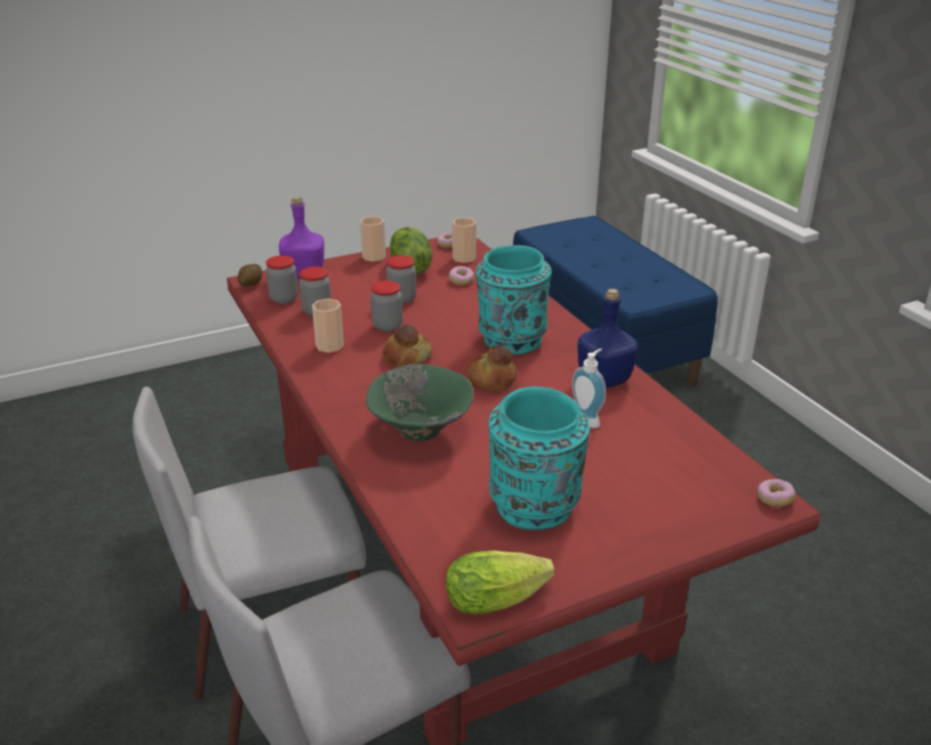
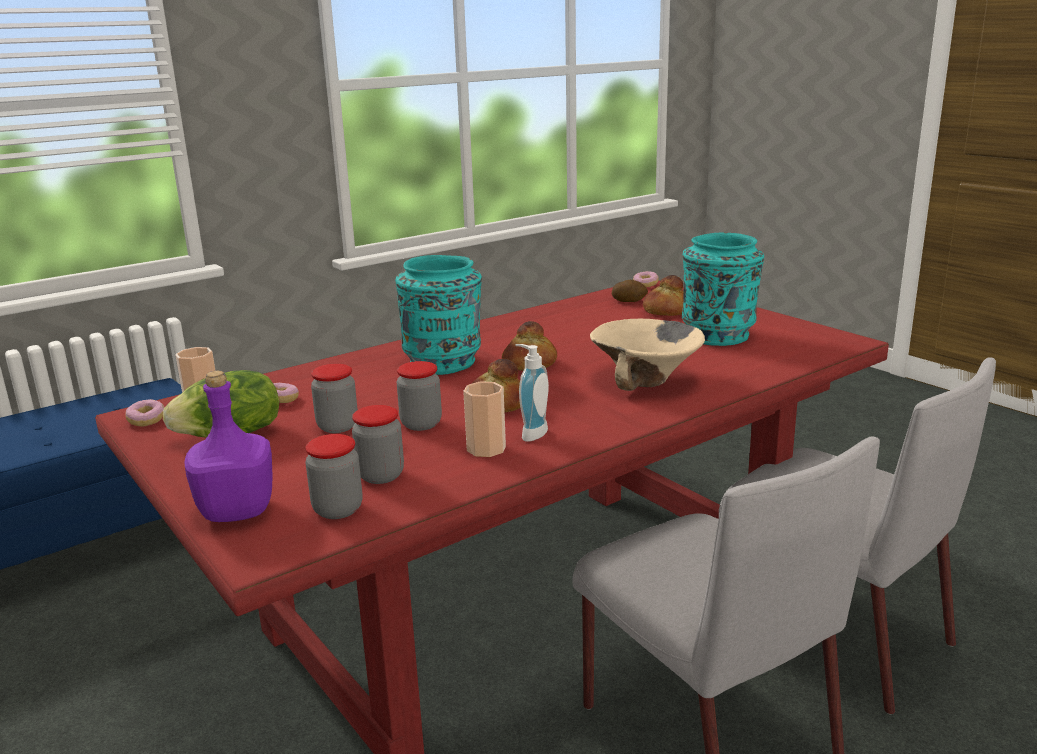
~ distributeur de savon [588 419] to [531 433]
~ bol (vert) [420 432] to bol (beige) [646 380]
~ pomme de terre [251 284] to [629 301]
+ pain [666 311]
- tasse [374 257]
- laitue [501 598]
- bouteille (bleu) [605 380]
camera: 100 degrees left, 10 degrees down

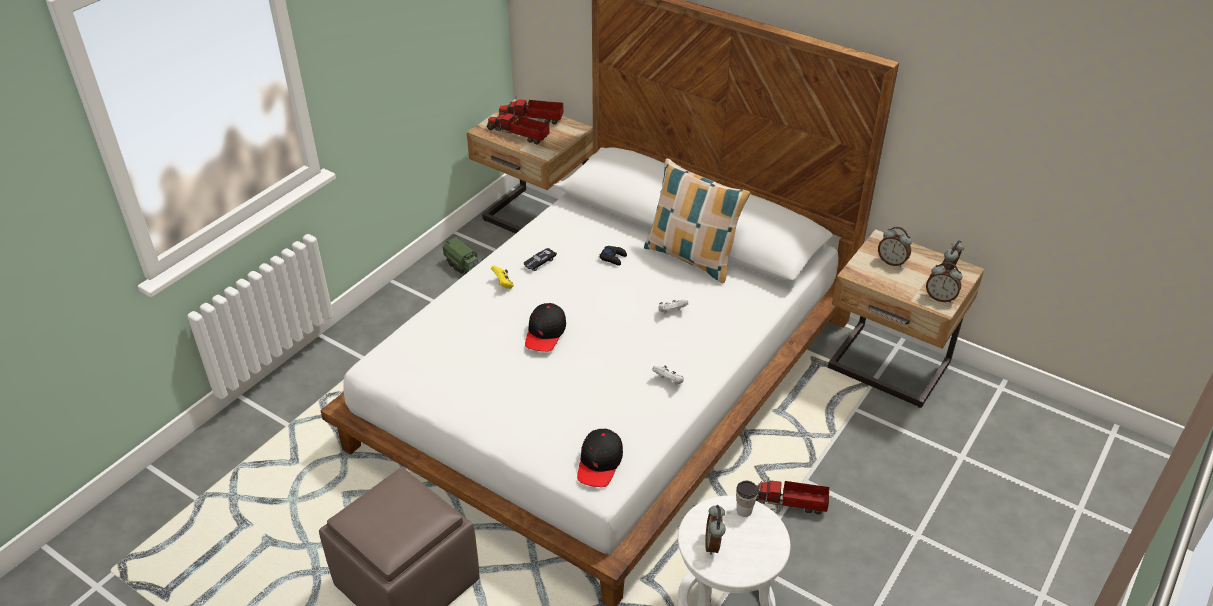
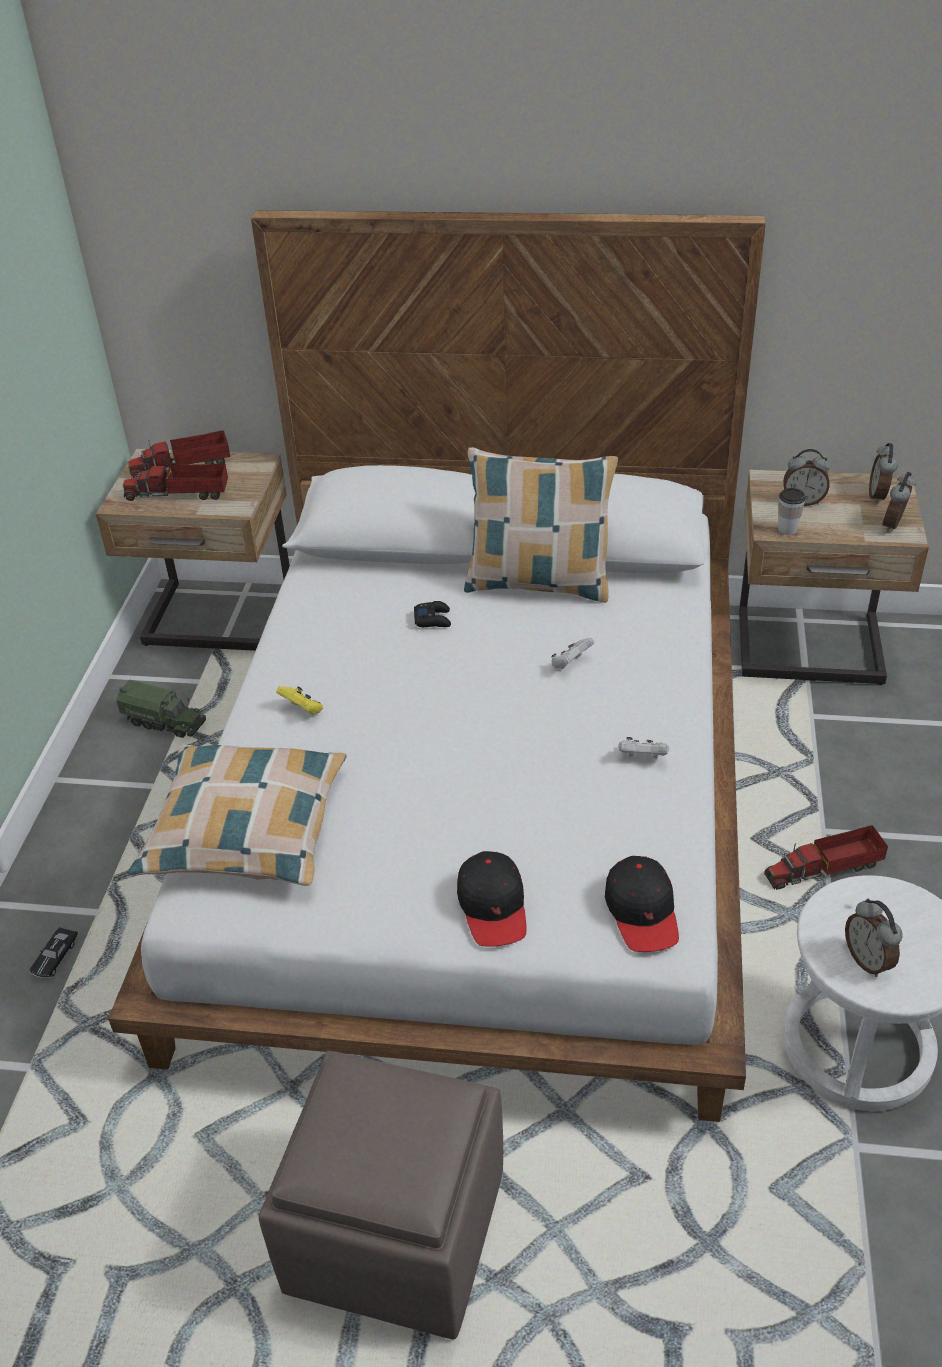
~ petite voiture (noir) [540 262] to [55 957]
+ coussin [246 829]
~ casquette (noir) [545 333] to [493 907]
~ tasse [744 511] to [787 530]
~ réveil [940 298] = [895 525] 120 degrees clockwise
camera: 25 degrees left, 0 degrees up

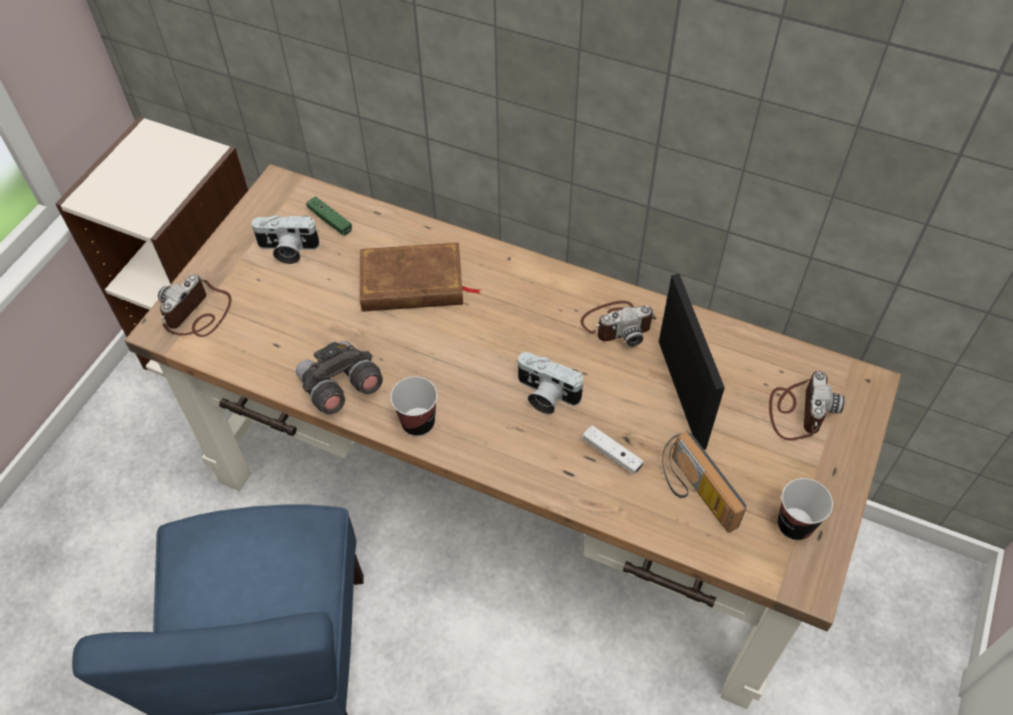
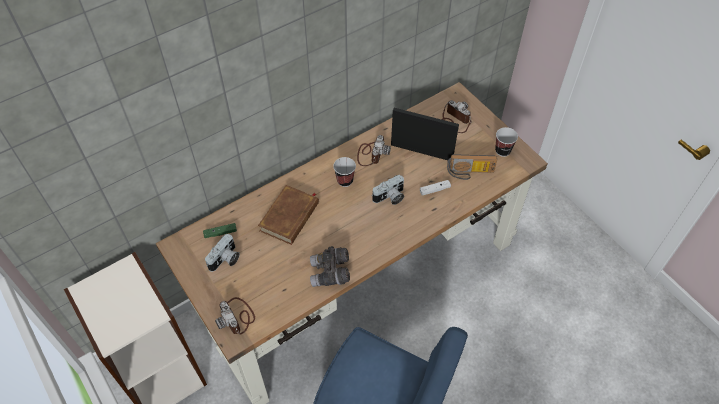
~ tasse [418 423] to [345 180]
camera: 60 degrees left, 0 degrees up

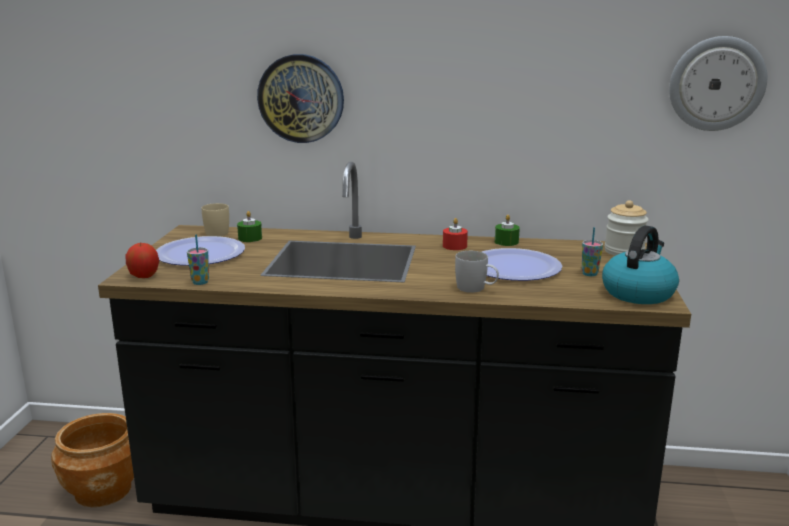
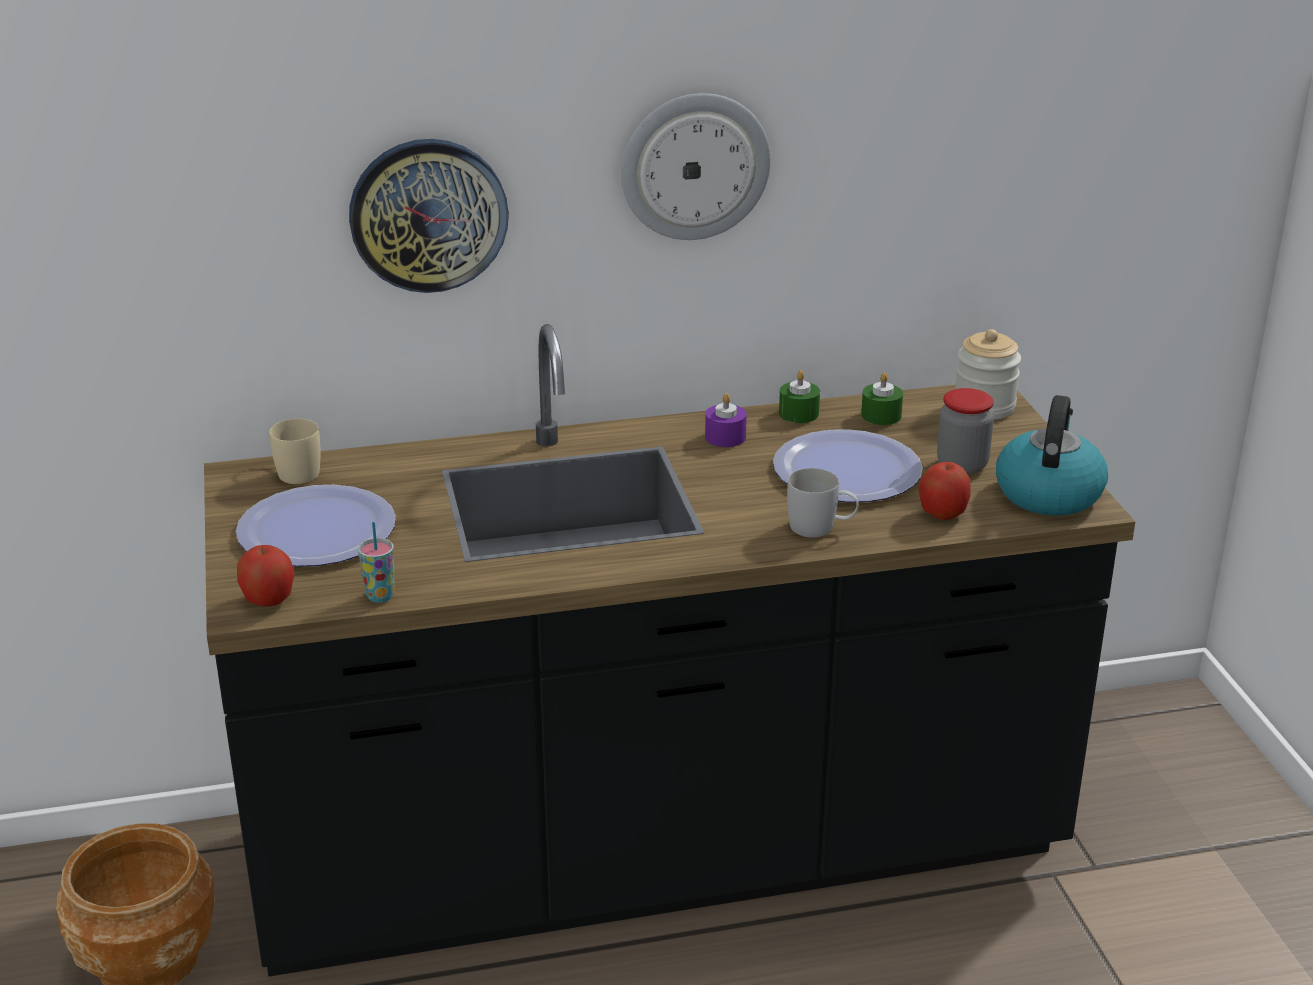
~ horloge murale [716 84] to [694 166]
~ bougie (rouge) [454 246] to bougie (violet) [725 437]
~ bougie (vert) [250 238] to [881 415]
+ pomme [943 513]
~ tasse [589 274] to bocal [962 465]
camera: 20 degrees left, 10 degrees up

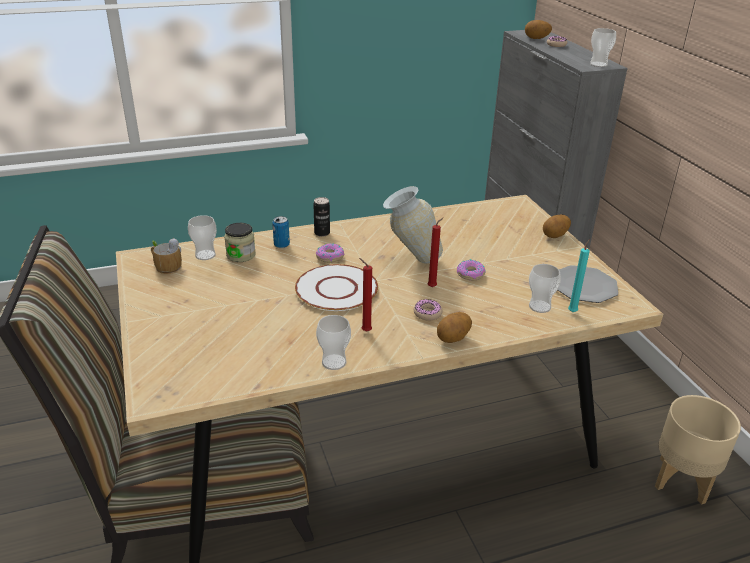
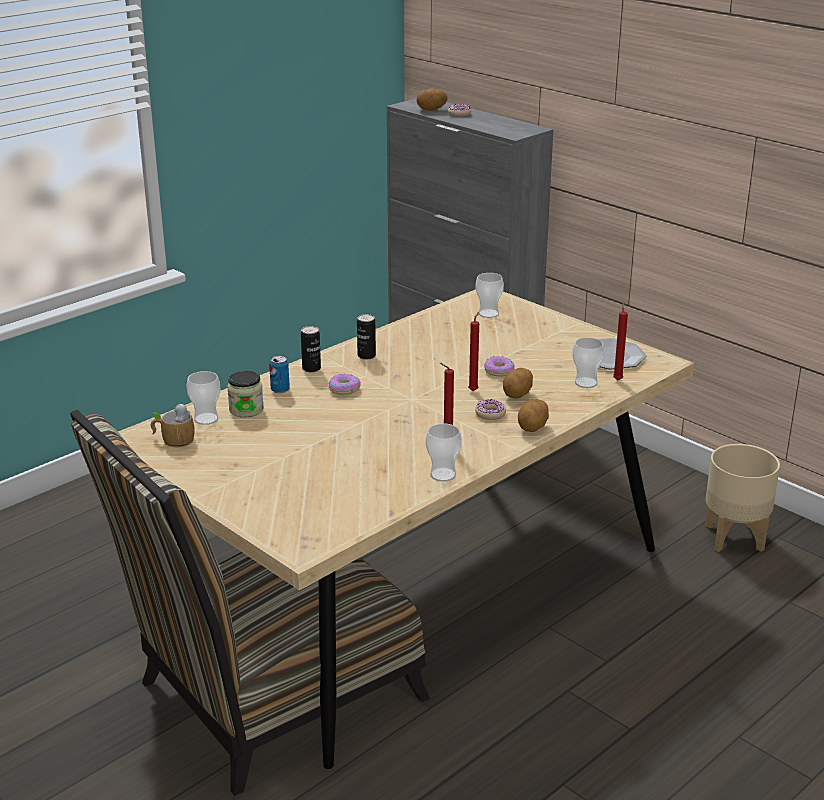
+ boîte métallique [366 356]
~ tasse [598 64] to [488 314]
~ pomme de terre [555 236] to [517 395]
~ bougie (turquoise) [573 311] to bougie (rouge) [617 379]
- assiette (blanc) [336 289]
- vase [410 259]
camera: 25 degrees left, 5 degrees down

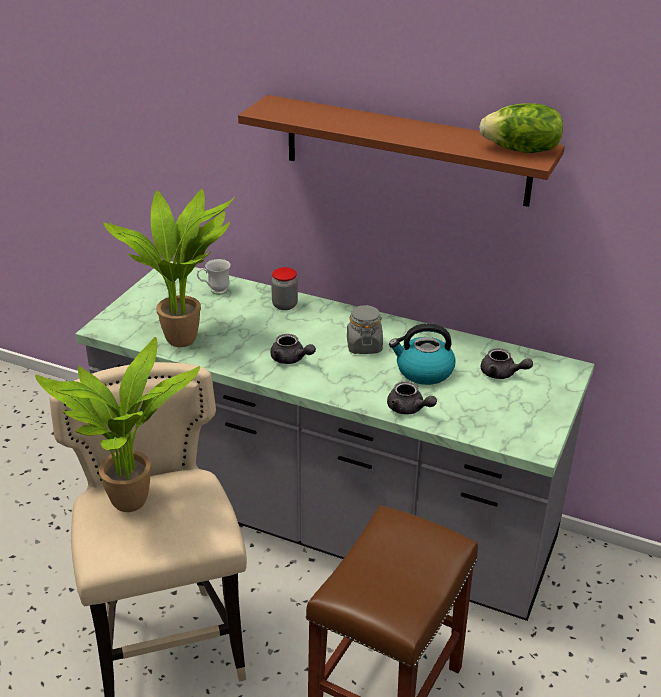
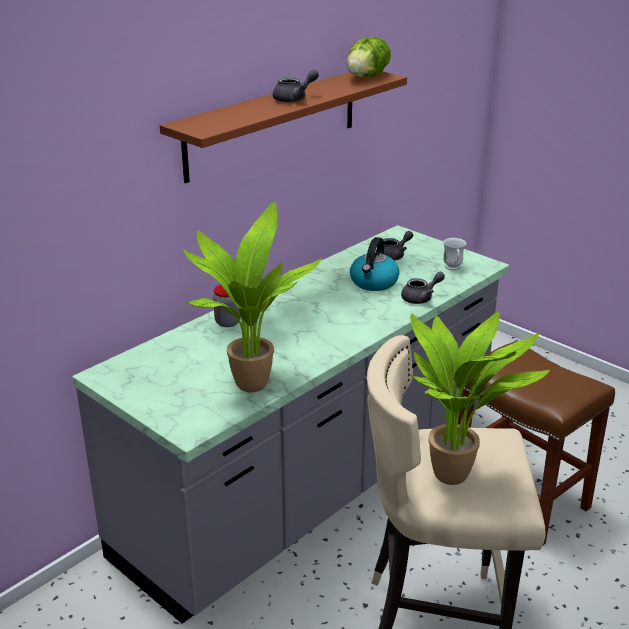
~ théière (gris) [291 359] to [294 99]
~ mug (blanc) [214 291] to [453 269]
- bocal (gris) [364 346]
camera: 70 degrees left, 5 degrees down

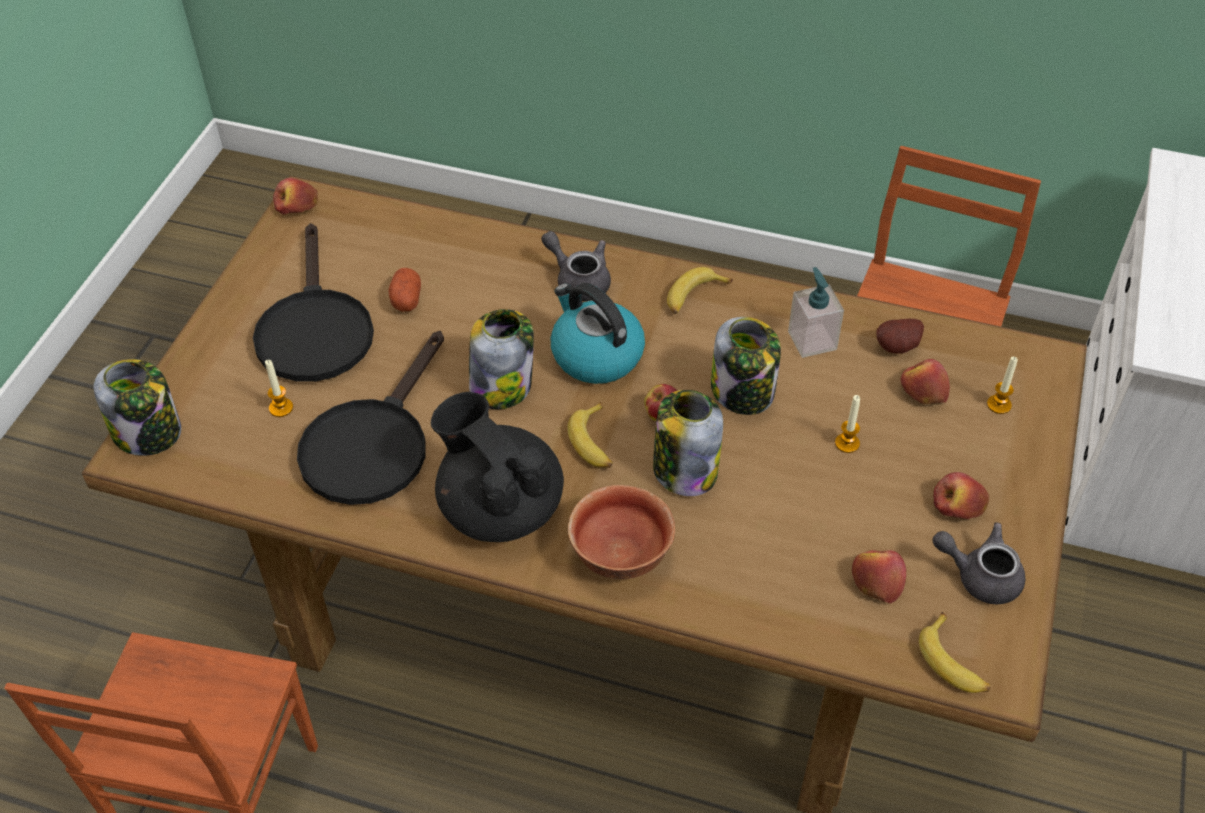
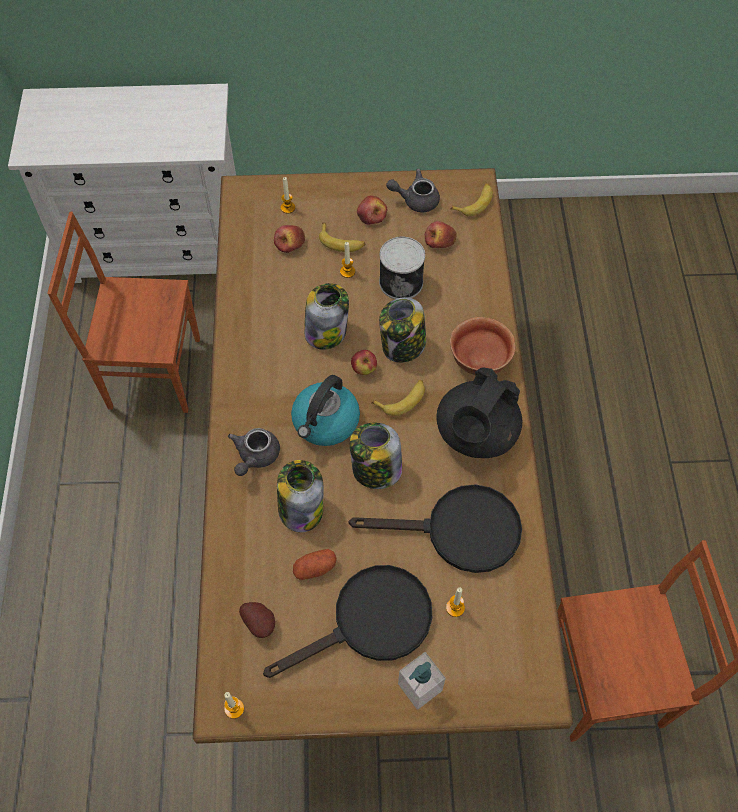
~ pomme [297 206] to bougie [234 708]
~ pomme de terre [899 348] to [260 623]
~ bocal [149 433] to [301 509]
~ banane [694 297] to [341 242]
+ boîte métallique [401 281]
~ théière (gris) [979 575] = [415 200] 90 degrees clockwise
~ distributeur de savon [812 340] to [419 687]
camera: 110 degrees left, 10 degrees up

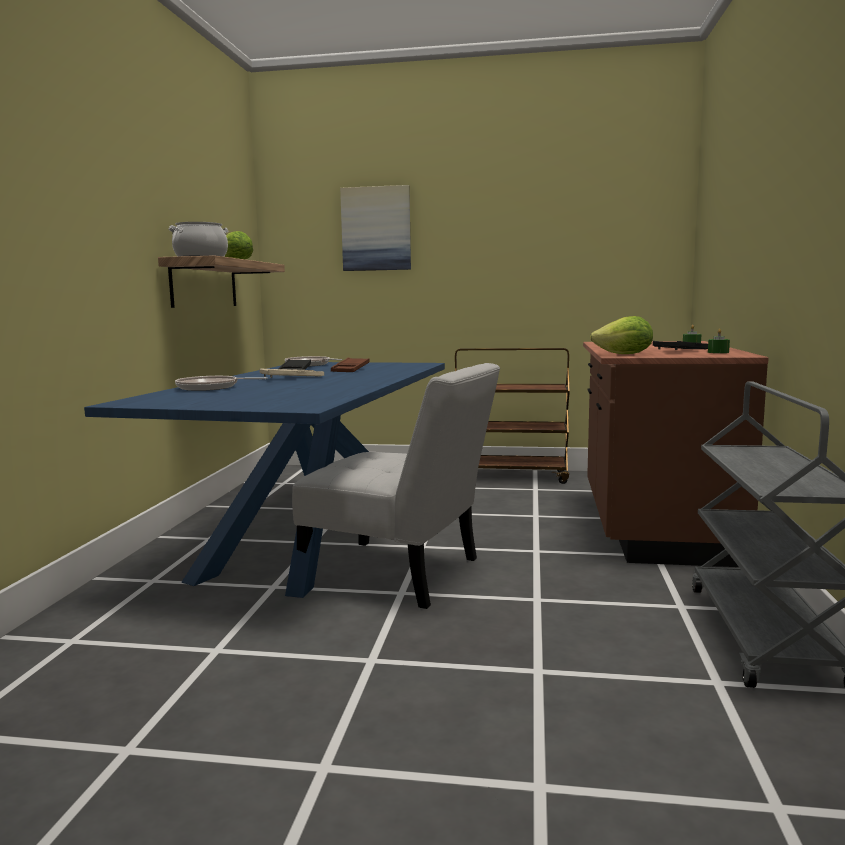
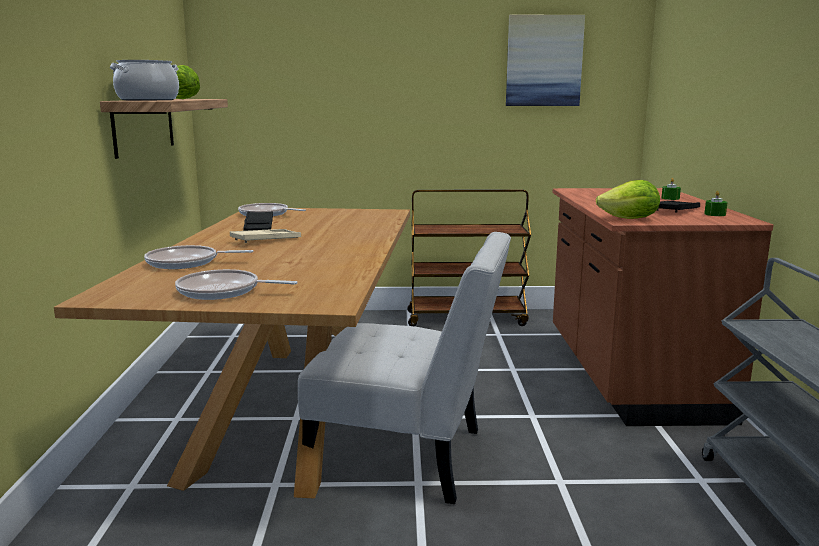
~ table à manger (bleu) [314 535] to table à manger (marron) [294 408]
+ poêle [223 291]
~ tableau [376 229] to [544 61]
- plateau (marron) [350 369]
camera: 10 degrees left, 5 degrees up

